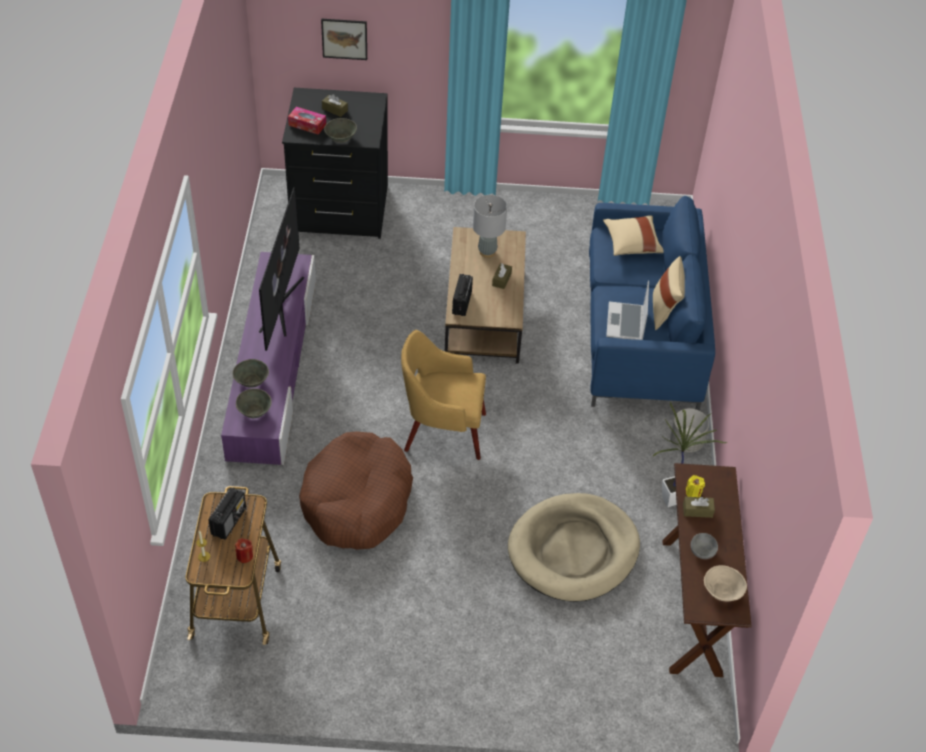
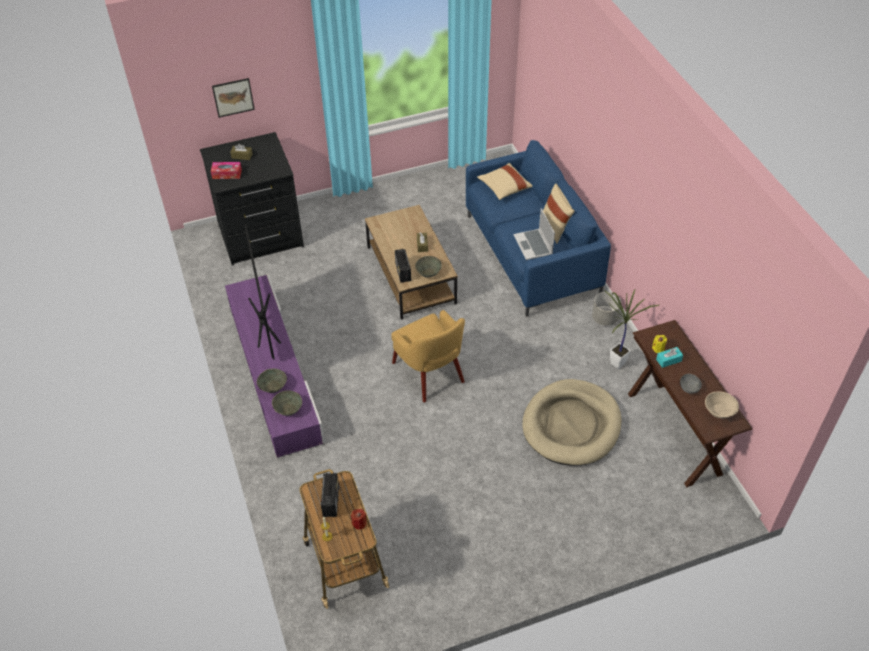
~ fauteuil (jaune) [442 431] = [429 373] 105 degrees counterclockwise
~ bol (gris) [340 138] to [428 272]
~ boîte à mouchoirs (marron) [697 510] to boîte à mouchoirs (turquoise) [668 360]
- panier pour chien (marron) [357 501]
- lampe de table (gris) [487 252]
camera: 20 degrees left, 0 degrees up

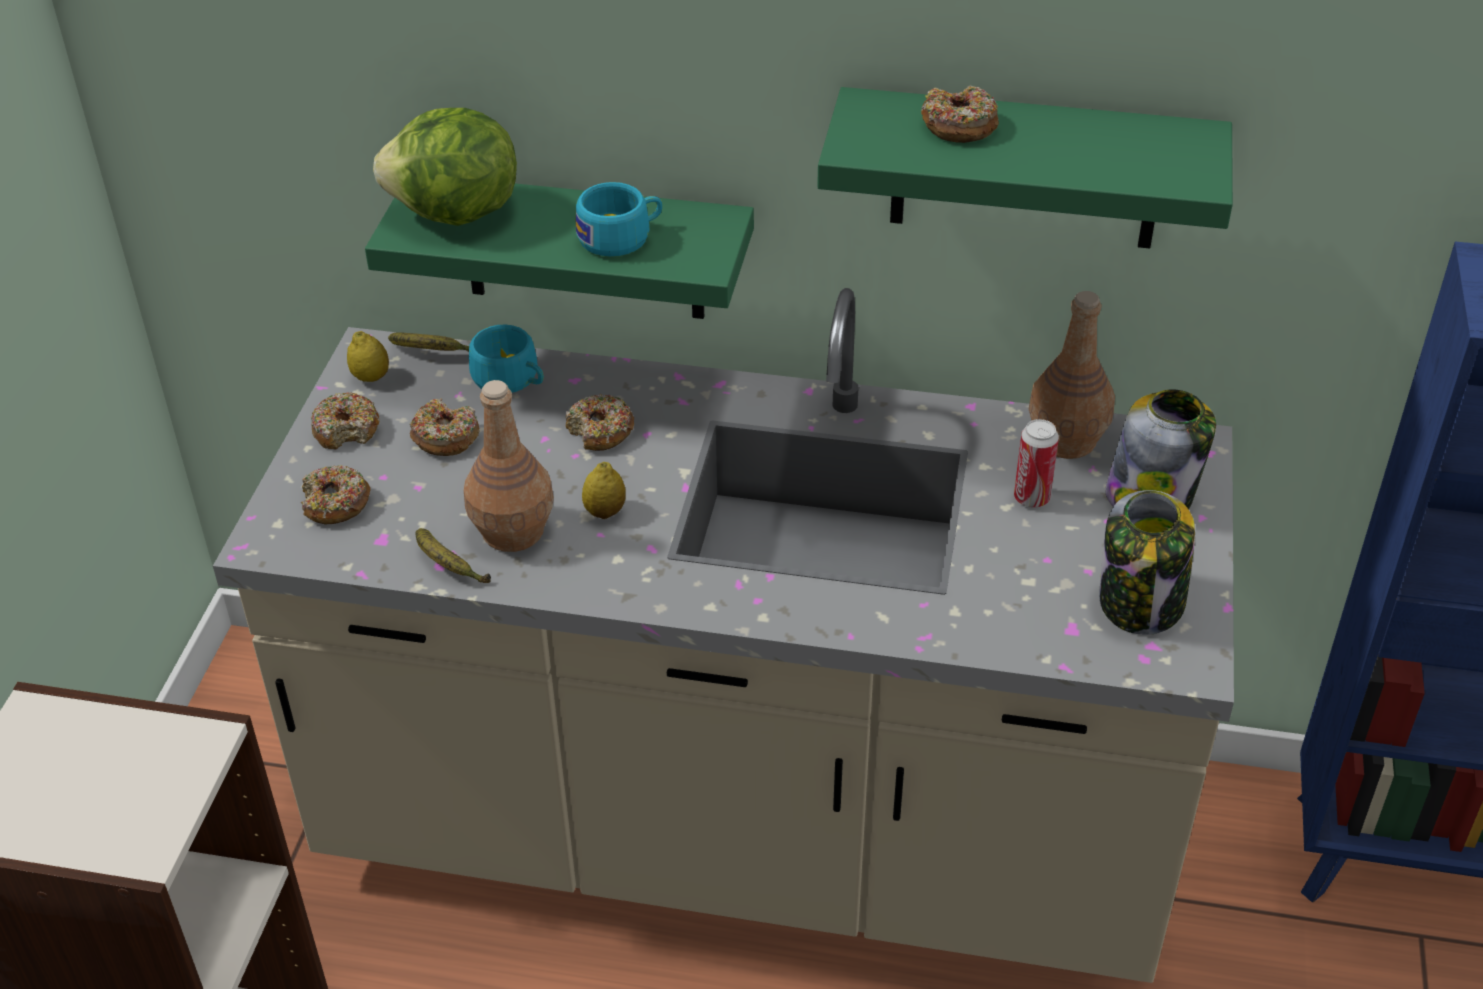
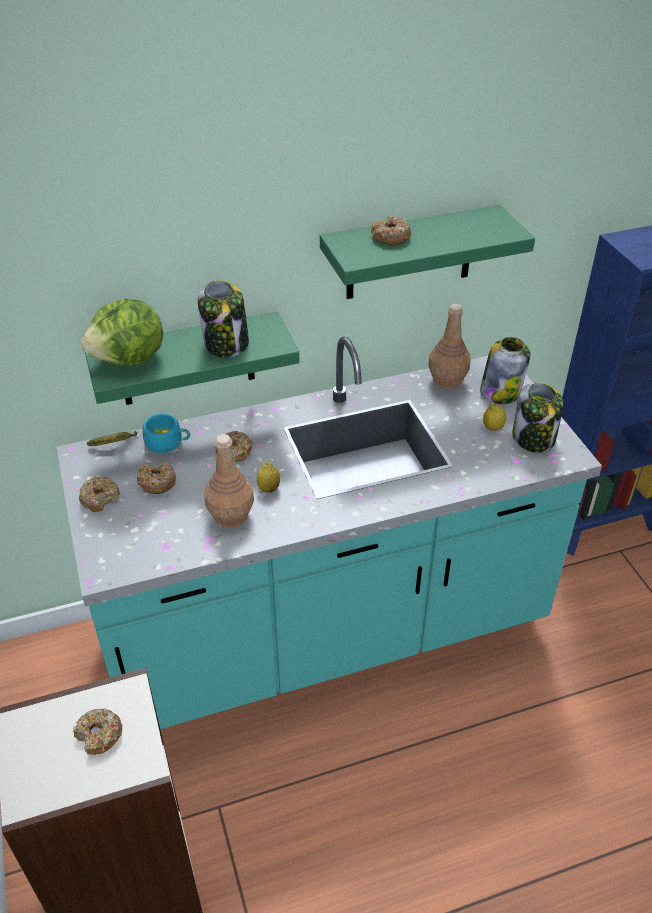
~ comptoir de cuisine (beige) [745 832] to comptoir de cuisine (turquoise) [326 631]
~ beignet [335 504] to [99 735]
~ tasse (turquoise) [621 237] to bocal [226 344]
~ citron [371 377] to [493 427]
- banane [448 566]
- boîte métallique [1031 498]
camera: 30 degrees left, 0 degrees up

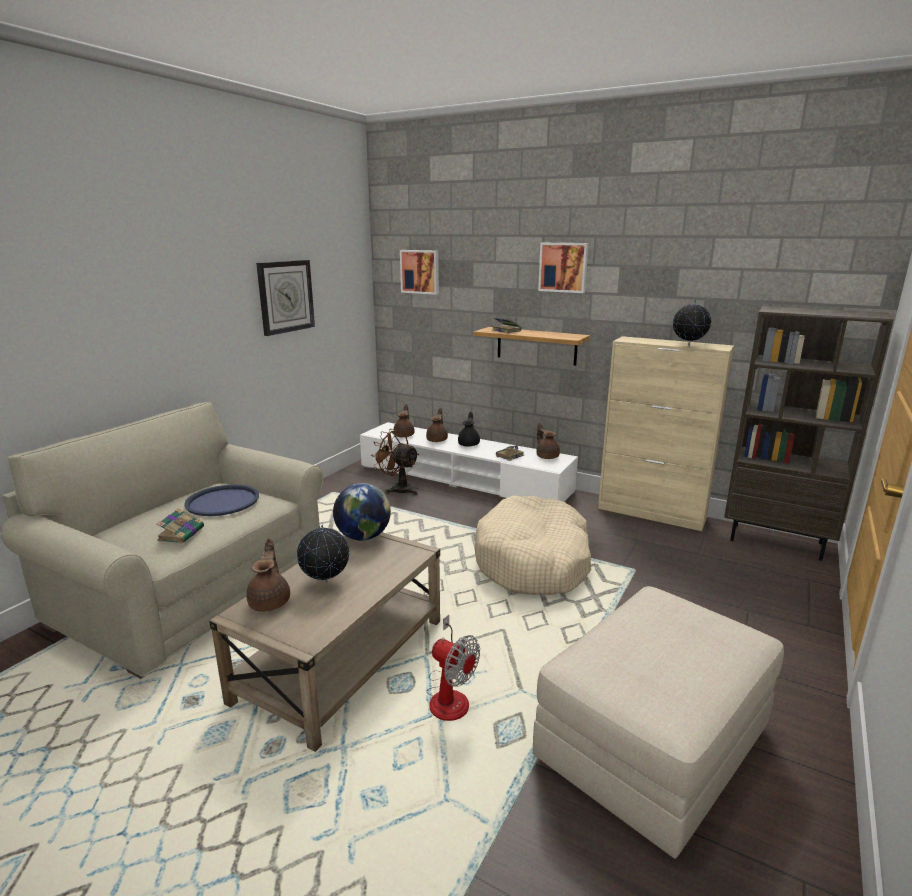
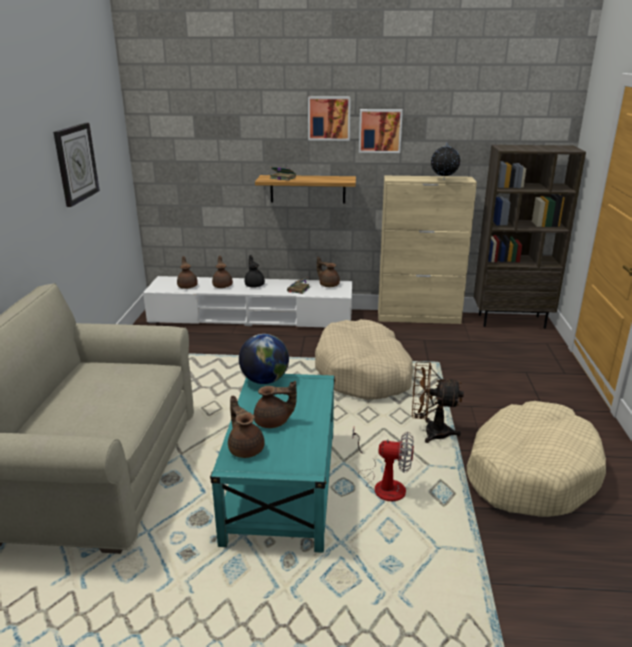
~ table basse (beige) [342 659] to table basse (turquoise) [282 485]
~ globe [325 582] to théière (marron) [273 422]
~ tableau [420 271] to [380 130]
~ ventilateur (marron) [398 489] to [430 432]
~ pouf (beige) [652 745] to panier pour chien (beige) [530 472]
- livre [182 533]
- plateau (bleu) [222 501]
camera: 25 degrees left, 5 degrees up

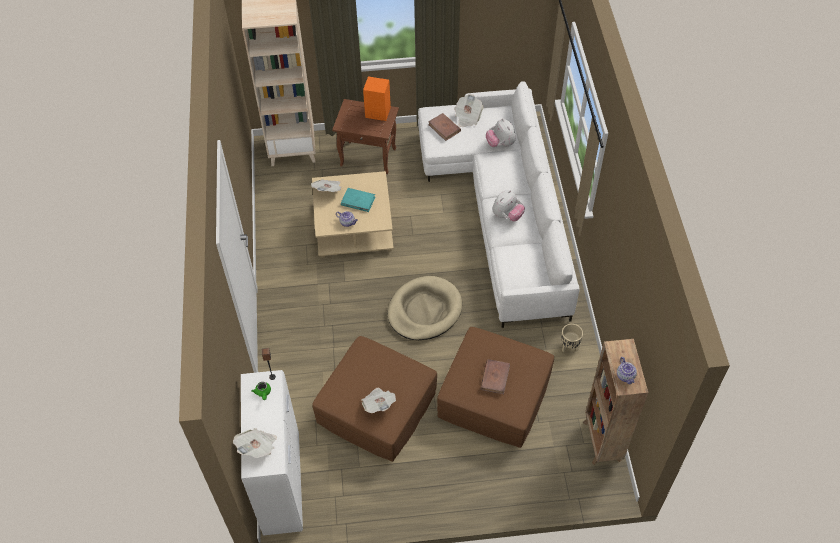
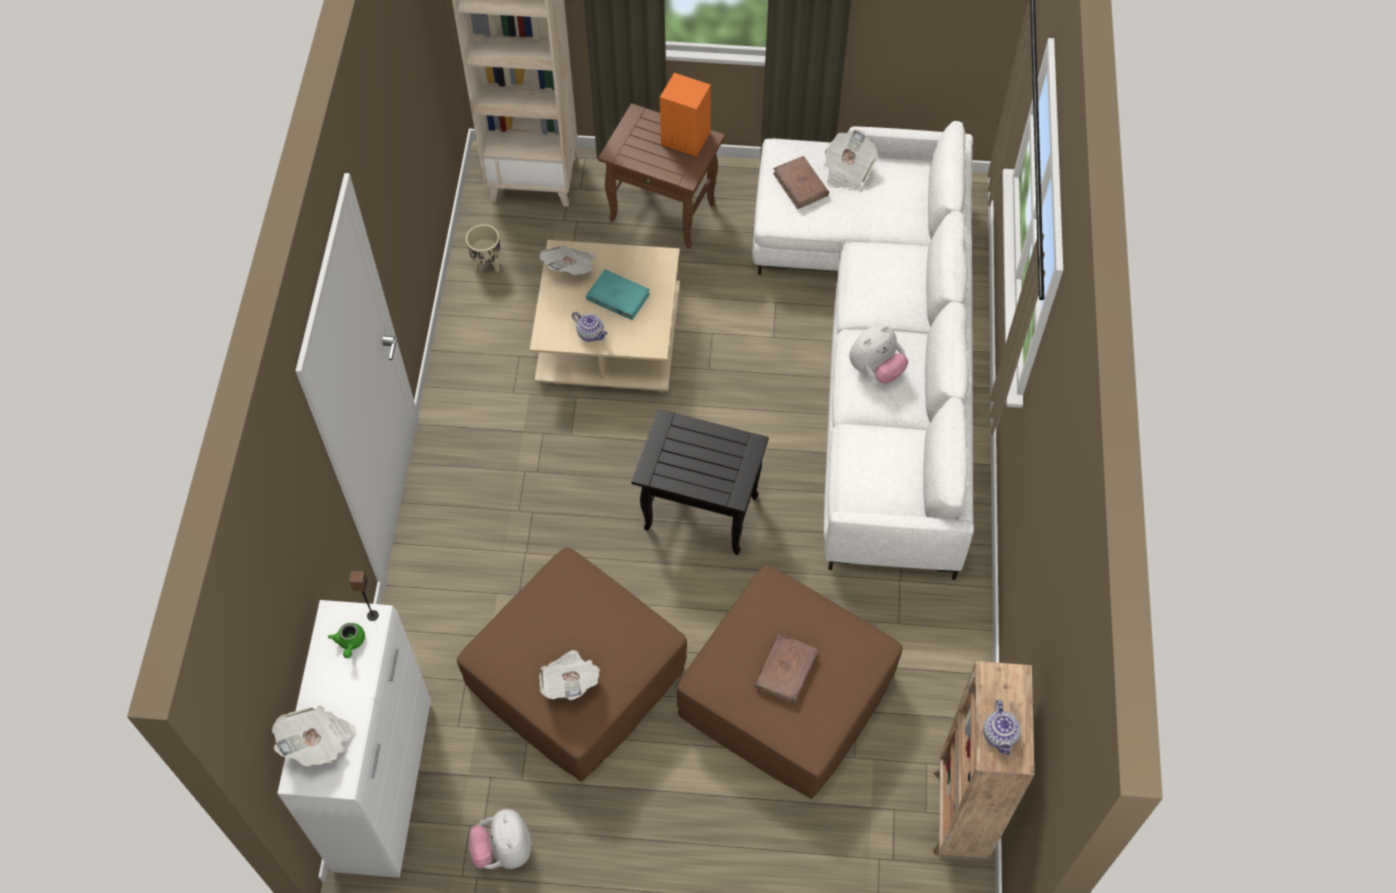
~ cache-pot (beige) [569 347] to [487 265]
~ peluche [500 144] to [503 850]
~ panier pour chien (beige) [424 310] to table d'appoint (noir) [698 513]
camera: 10 degrees right, 5 degrees up

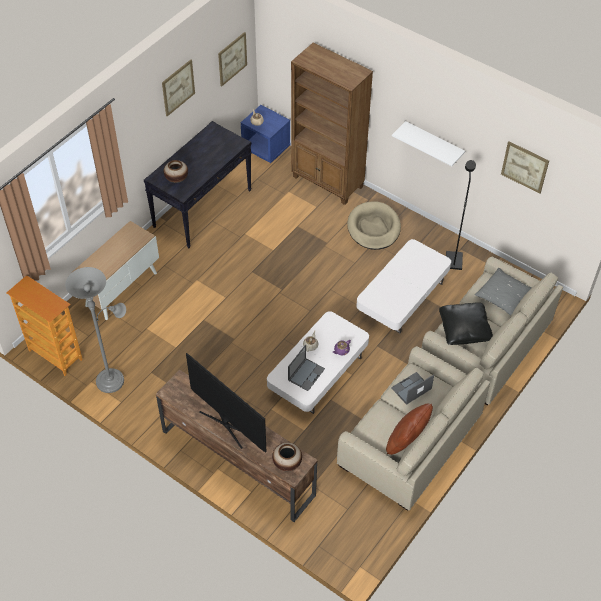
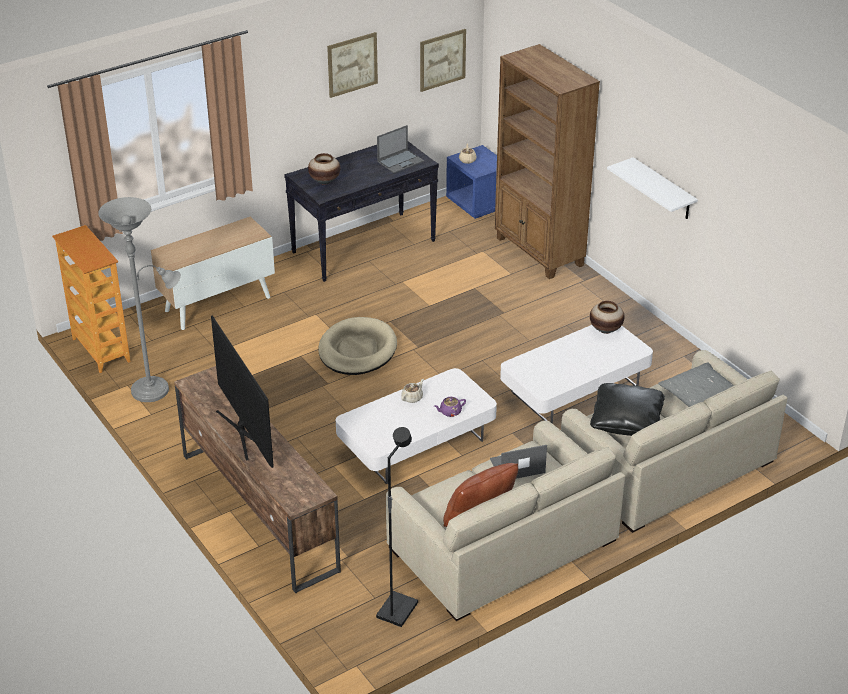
~ panier pour chien (beige) [373 228] to [357 350]
~ lampadaire (noir) [453 261] to [396 610]
~ ordinateur portable [306 374] to [400 161]
~ vase [287 463] to [605 329]
- tableau [524 167]
camera: 20 degrees right, 15 degrees down

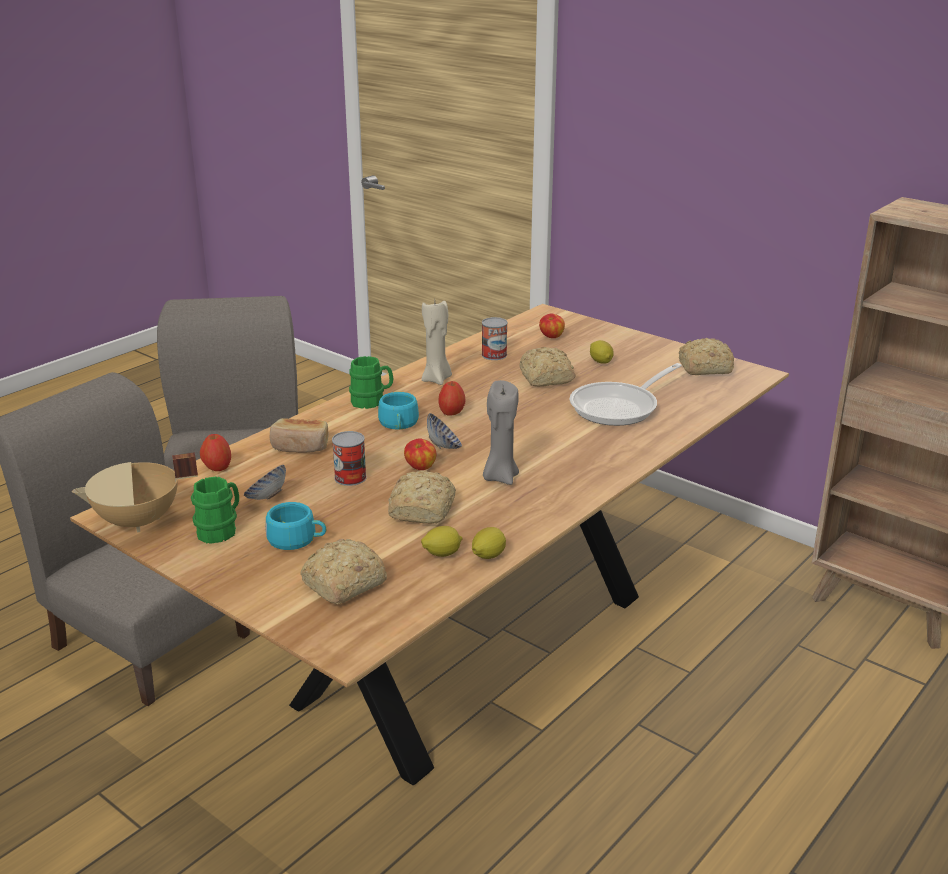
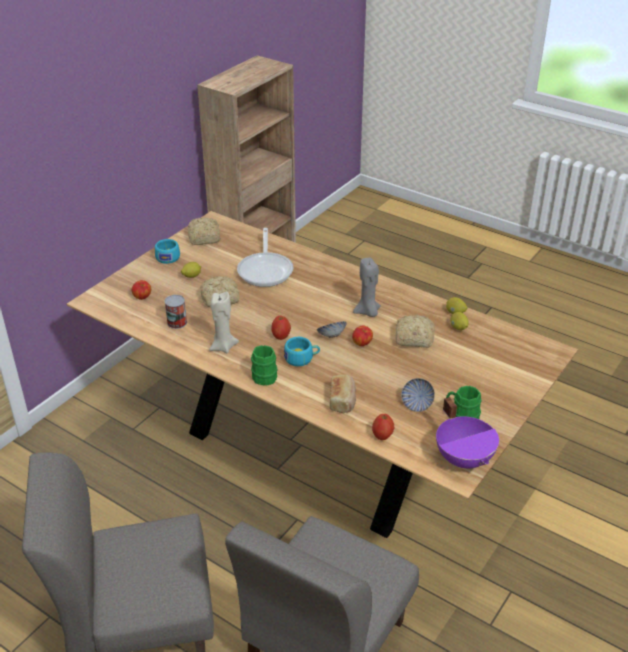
~ tasse (turquoise) [297 540] to [168 256]
~ poêle [619 407] = [266 270] 45 degrees clockwise
~ marmite (beige) [138 522] to marmite (violet) [464 458]
- pain [342 585]
- boîte métallique [350 477]
camera: 95 degrees left, 10 degrees up

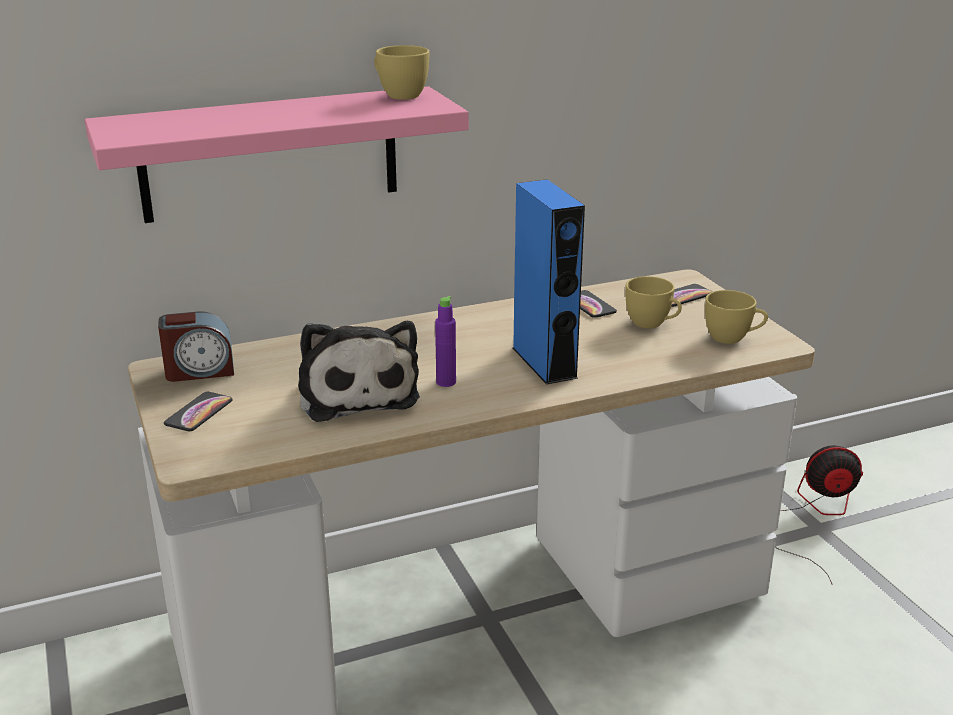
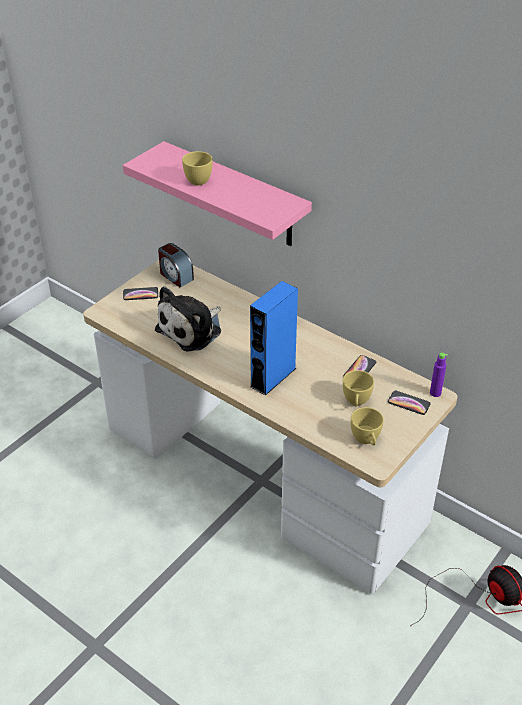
~ tasse (jaune) [399 95] to [199 179]
~ bouteille (violet) [446 382] to [435 393]
camera: 60 degrees right, 15 degrees up

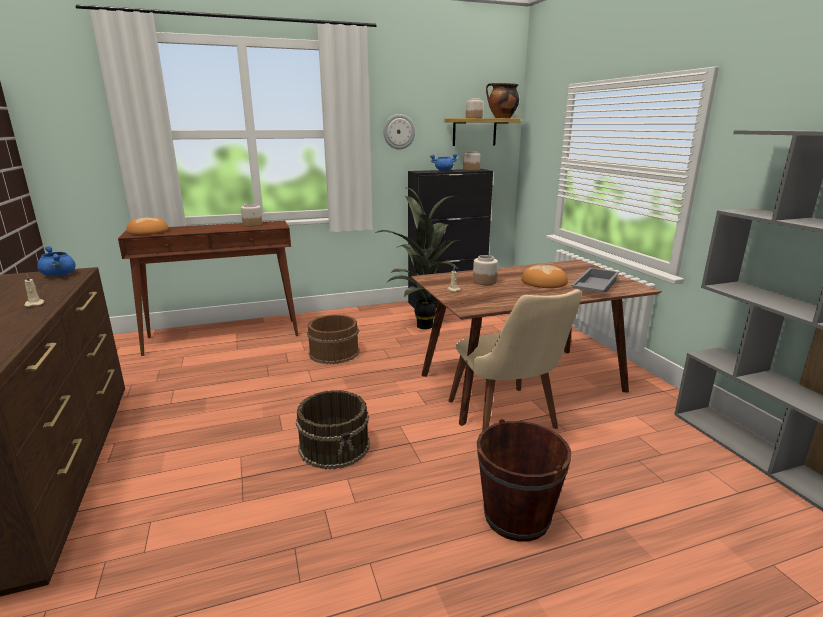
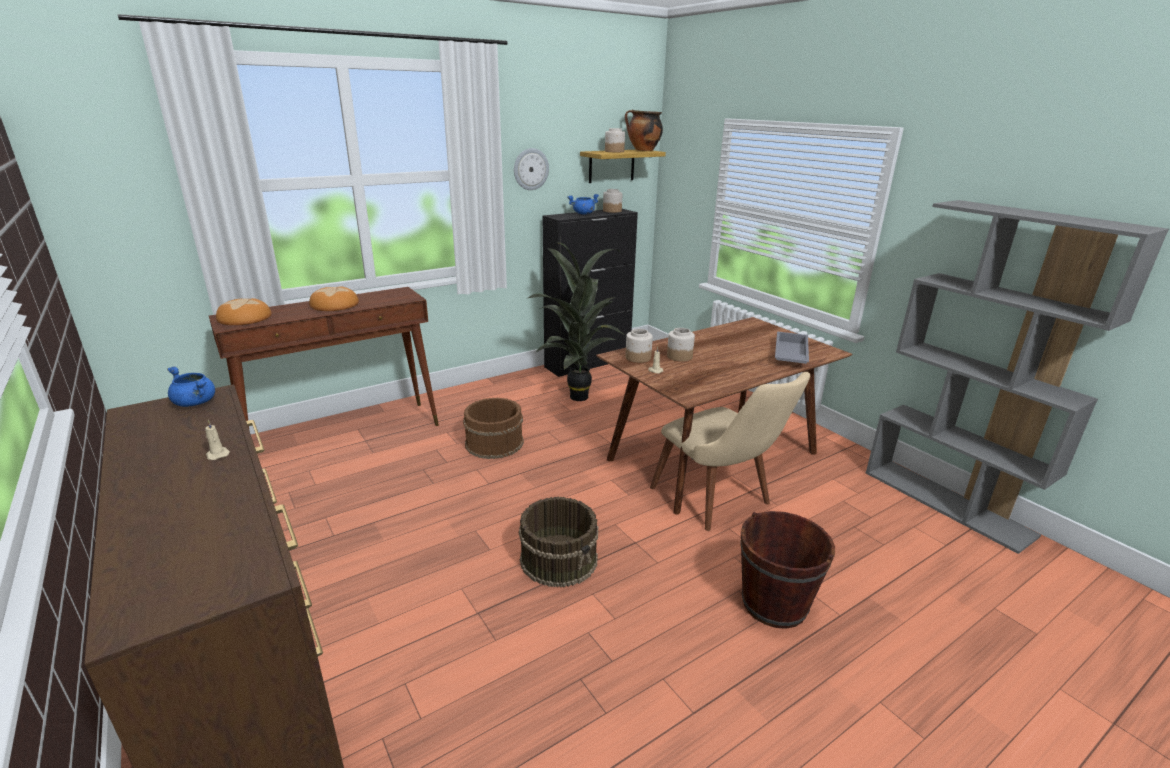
~ pain [544 282] to [335 305]
~ bocal [252 224] to [638 358]
camera: 15 degrees left, 5 degrees up

